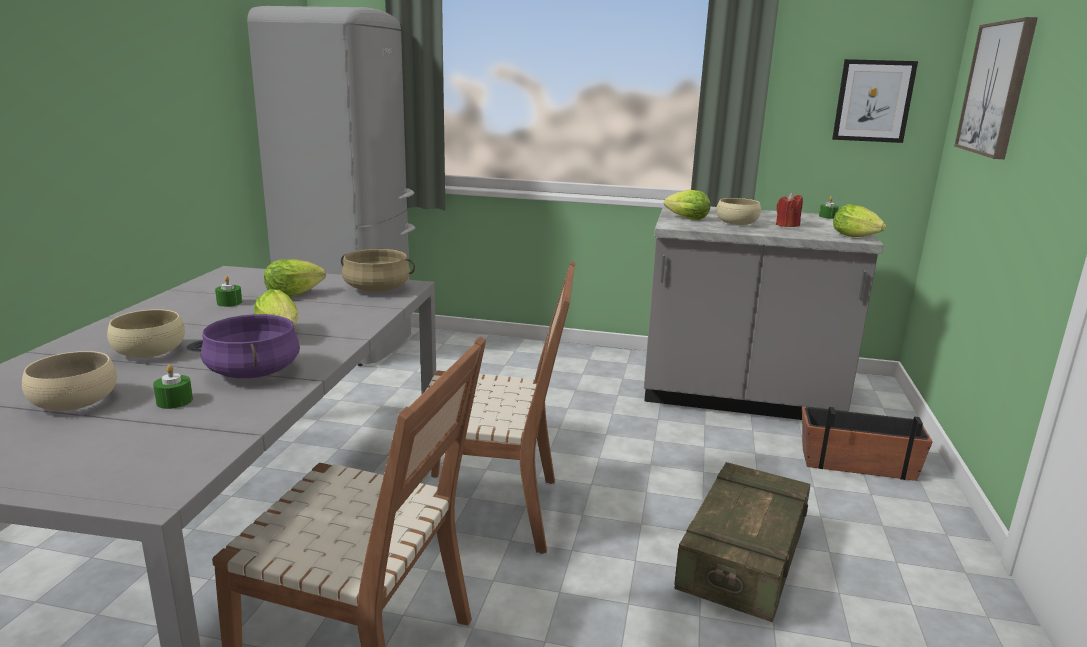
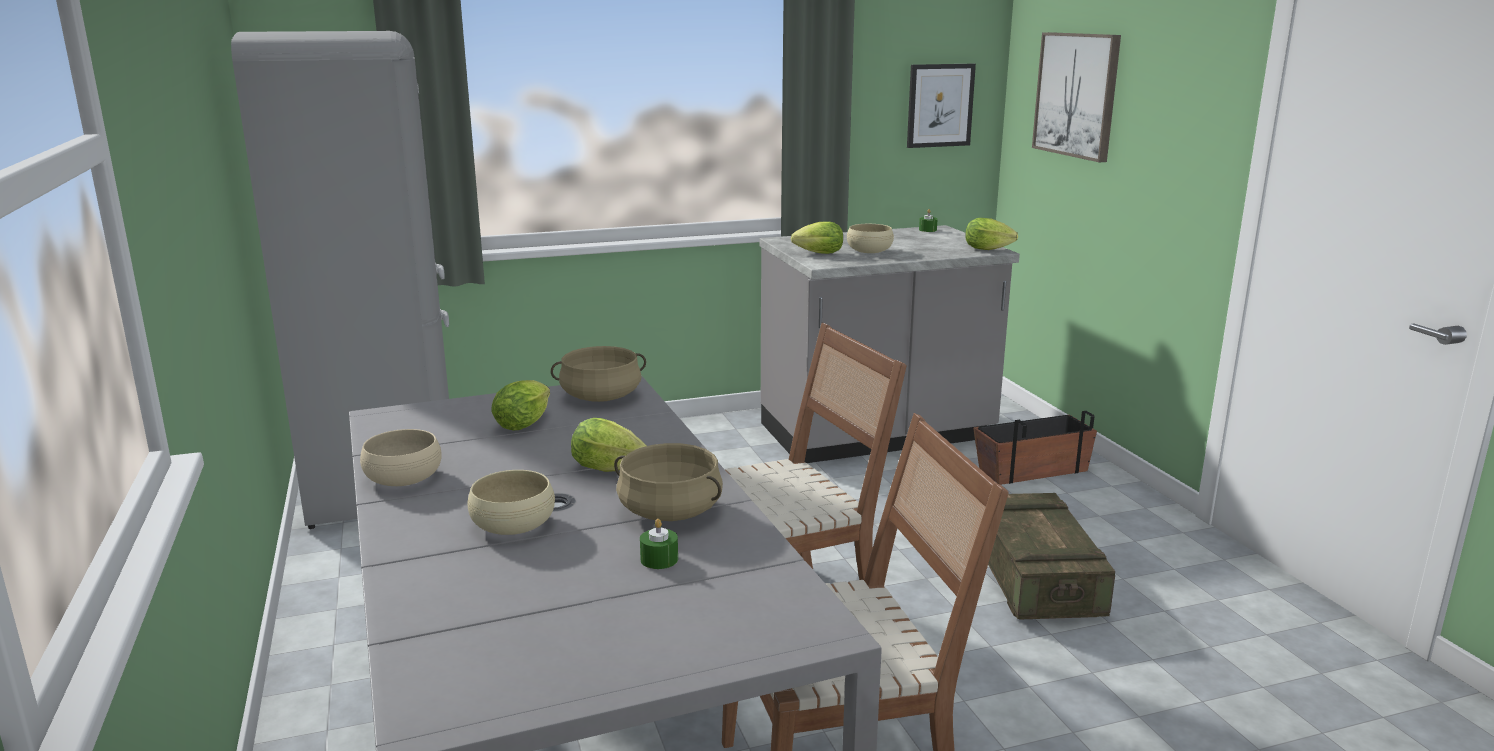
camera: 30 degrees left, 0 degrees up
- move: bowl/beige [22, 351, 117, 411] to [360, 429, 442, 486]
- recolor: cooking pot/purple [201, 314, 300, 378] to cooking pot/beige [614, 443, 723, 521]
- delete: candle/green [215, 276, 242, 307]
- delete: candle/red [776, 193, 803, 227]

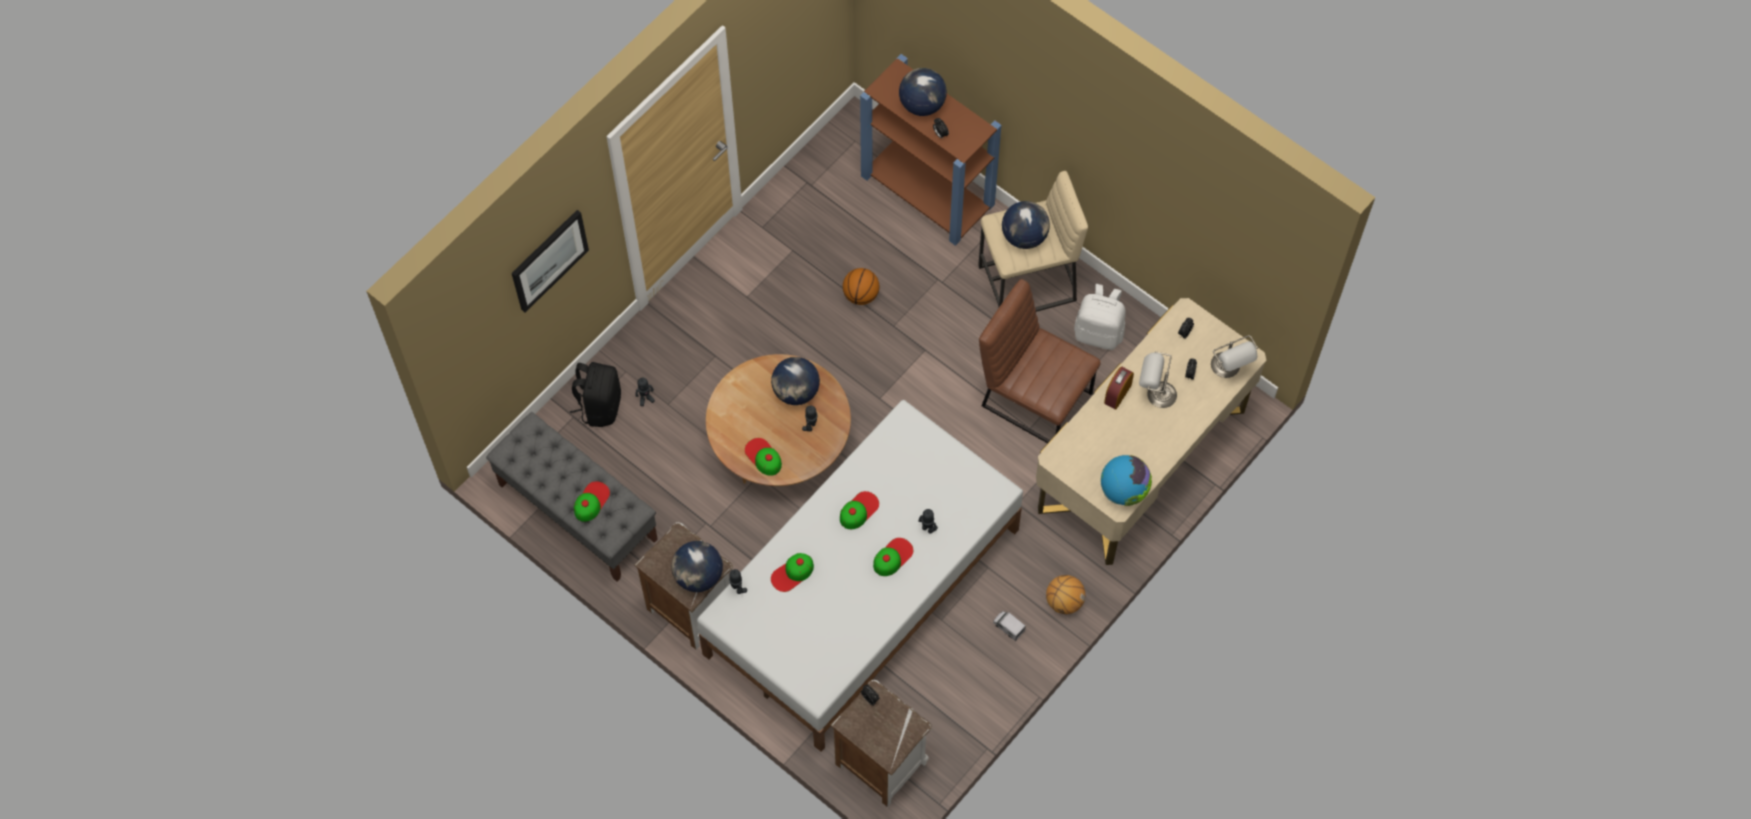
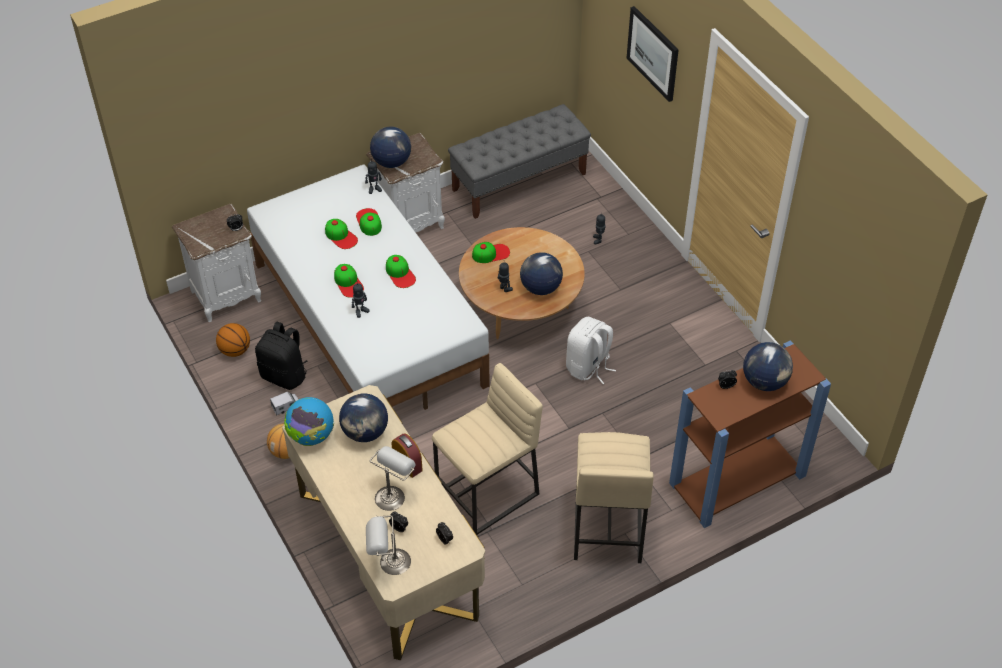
camera: 110 degrees right, 15 degrees down
- move: backpack/black [570, 362, 621, 427] to [255, 321, 307, 390]
- move: cap [574, 481, 610, 522] to [325, 219, 358, 249]
- move: basketball [843, 268, 879, 305] to [216, 323, 250, 357]
- replace: chair/brown [979, 279, 1101, 443] to stool/beige [432, 363, 543, 535]
- move: globe [1002, 201, 1050, 249] to [339, 394, 388, 442]
- move: backpack/white [1074, 284, 1126, 350] to [566, 317, 616, 384]

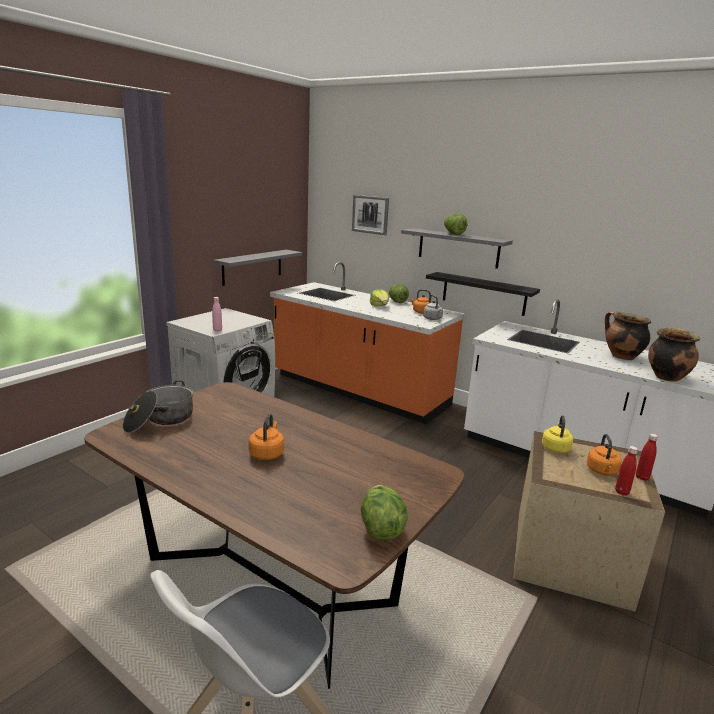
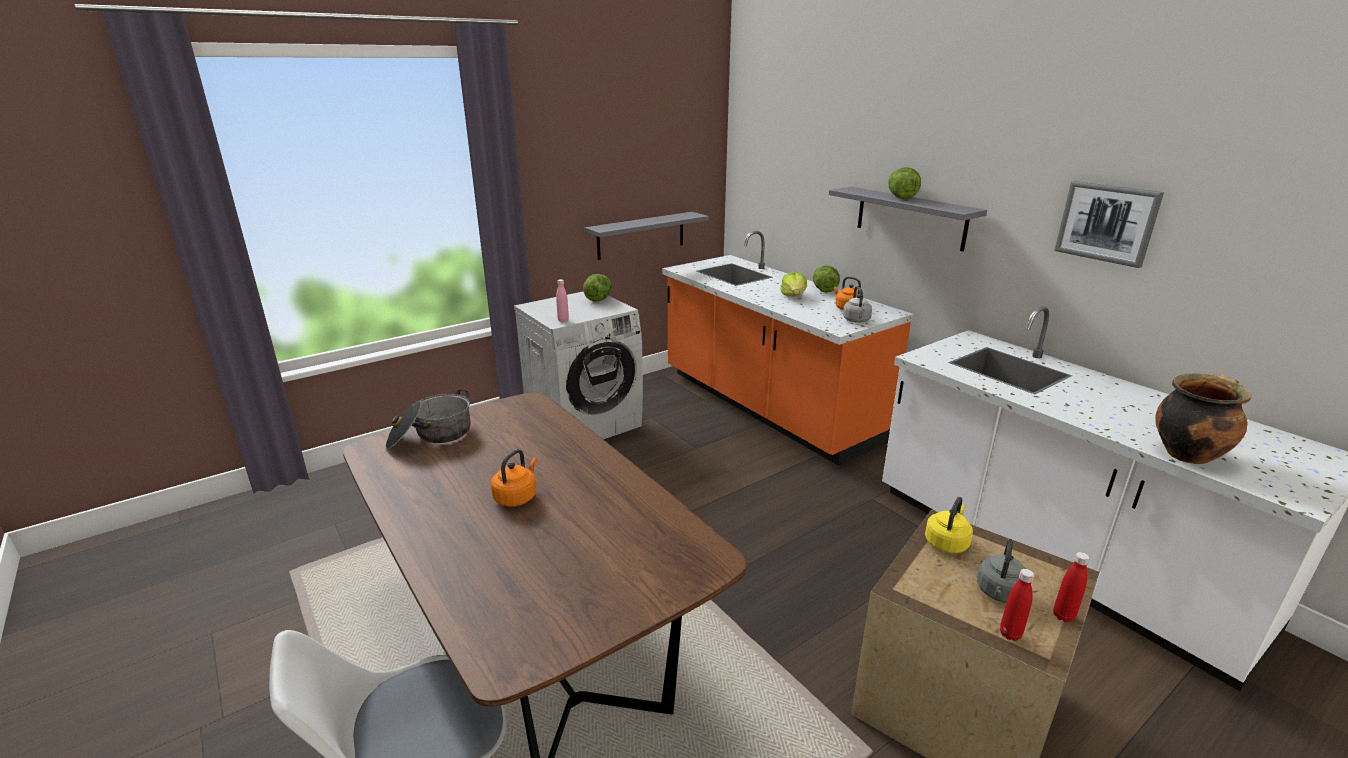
camera: 20 degrees right, 5 degrees up
- move: picture [352, 195, 389, 235] to [1054, 181, 1164, 268]
- move: lettuce [361, 485, 408, 541] to [583, 274, 612, 302]
- delete: shelf/black [426, 272, 540, 316]
- recolor: kettle/orange [587, 434, 622, 476] to kettle/grey [977, 539, 1026, 603]
- delete: cooking pot [605, 312, 651, 360]

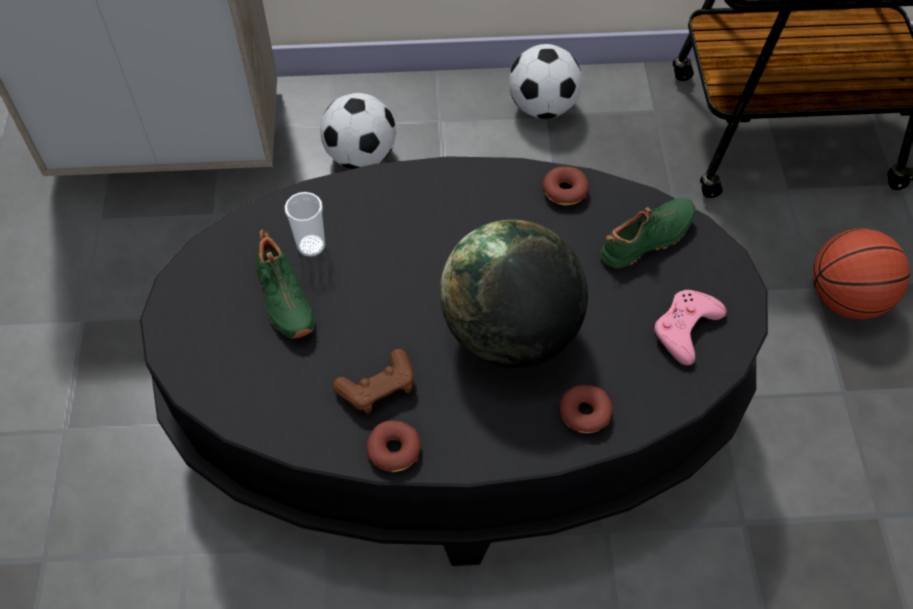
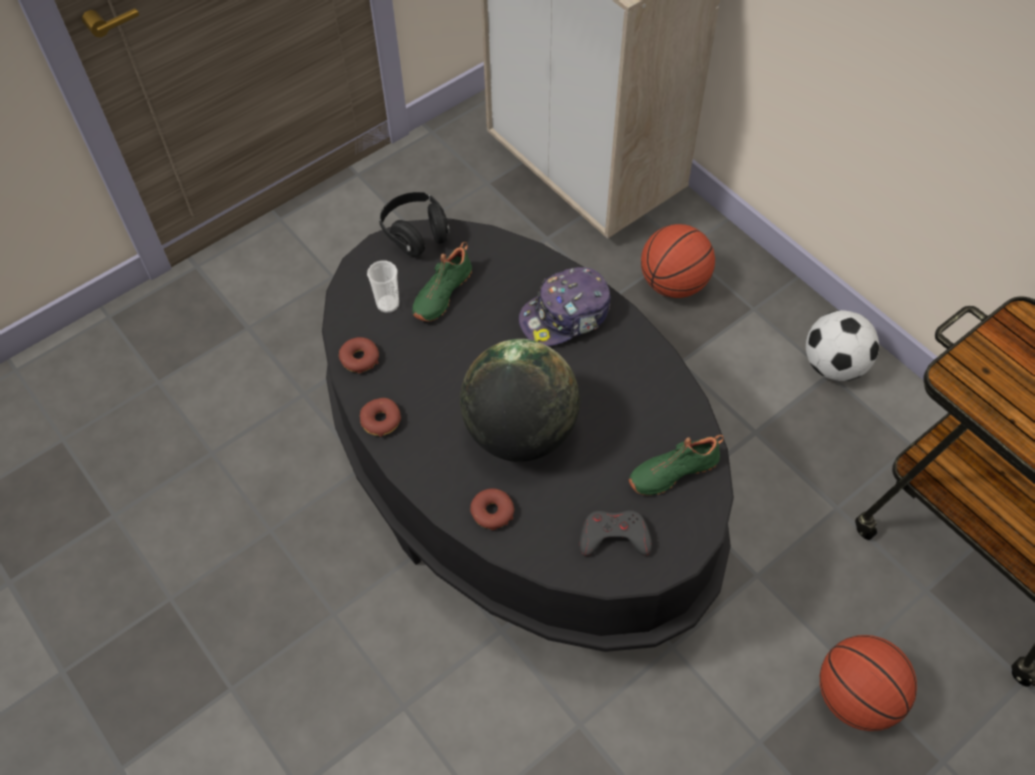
camera: 55 degrees right, 0 degrees up
- move: cup [285, 192, 325, 257] to [367, 261, 399, 313]
- replace: football [320, 93, 396, 169] to basketball [641, 224, 715, 298]
- delete: game controller/brown [333, 349, 414, 414]
- move: donut [542, 166, 589, 205] to [339, 337, 379, 373]
- rotate: shoe/green [600, 198, 696, 268] = [628, 435, 724, 496] 135 degrees clockwise
- recolor: game controller/pink [654, 290, 726, 365] to game controller/grey [579, 510, 652, 556]
- insert: headphones/black [379, 192, 450, 257]
- insert: cap [519, 267, 611, 346]

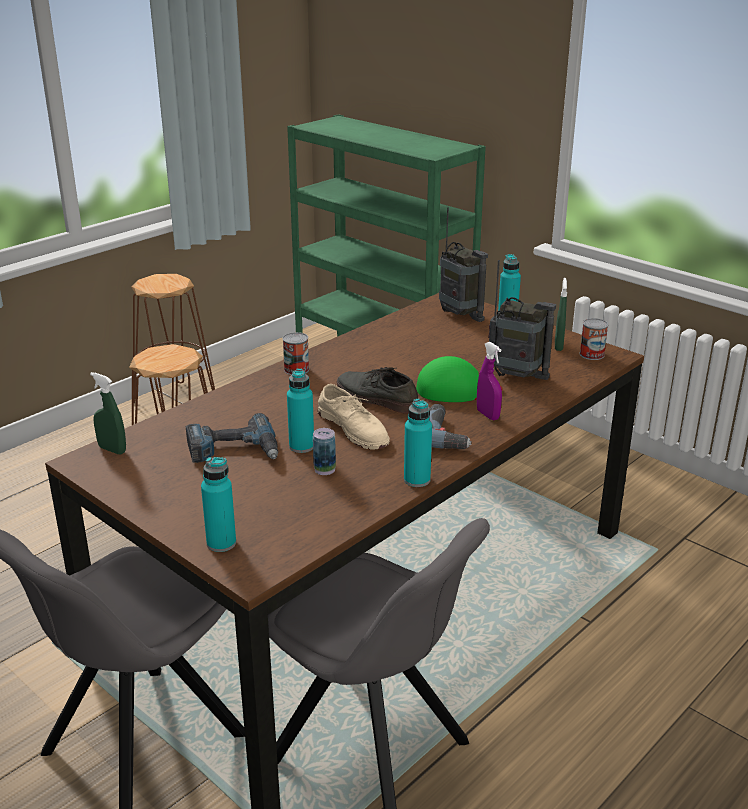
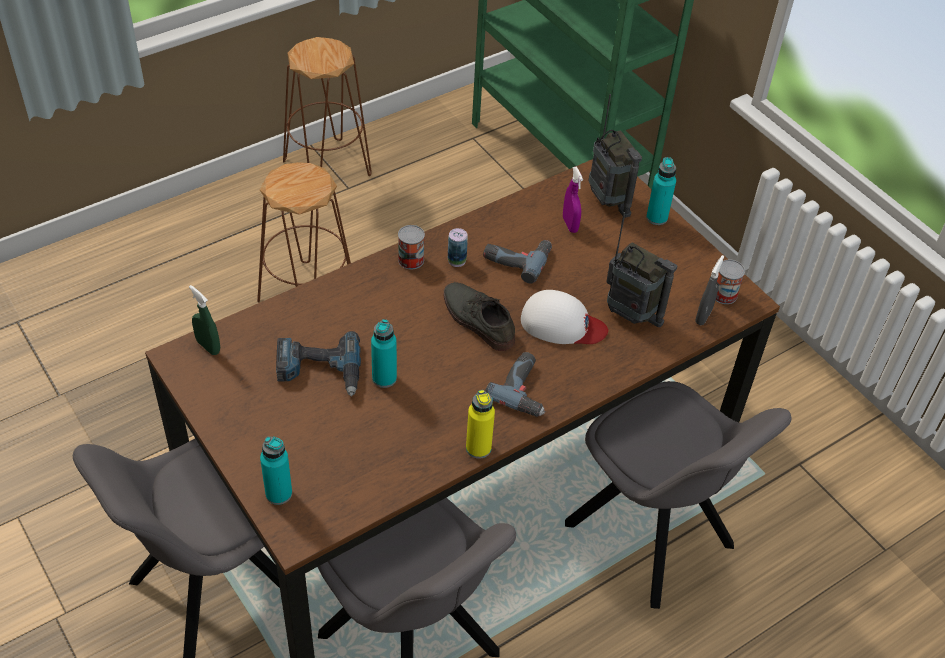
camera: 10 degrees right, 20 degrees up
- move: can [313, 428, 336, 475] to [448, 228, 468, 267]
- delete: shoe/beige [318, 384, 390, 450]
- recolor: bottle/turquoise [404, 399, 432, 487] to bottle/yellow [466, 390, 495, 459]
- recolor: cap/green [416, 356, 503, 402] to cap/white [521, 290, 608, 344]
- move: spray bottle/purple [477, 342, 502, 420] to [563, 167, 583, 233]
- delete: spray bottle/green [555, 278, 567, 351]
- insert: power drill [483, 240, 552, 284]
- insert: chair/grey [565, 381, 792, 609]
- insert: spray bottle/grey [695, 255, 724, 325]

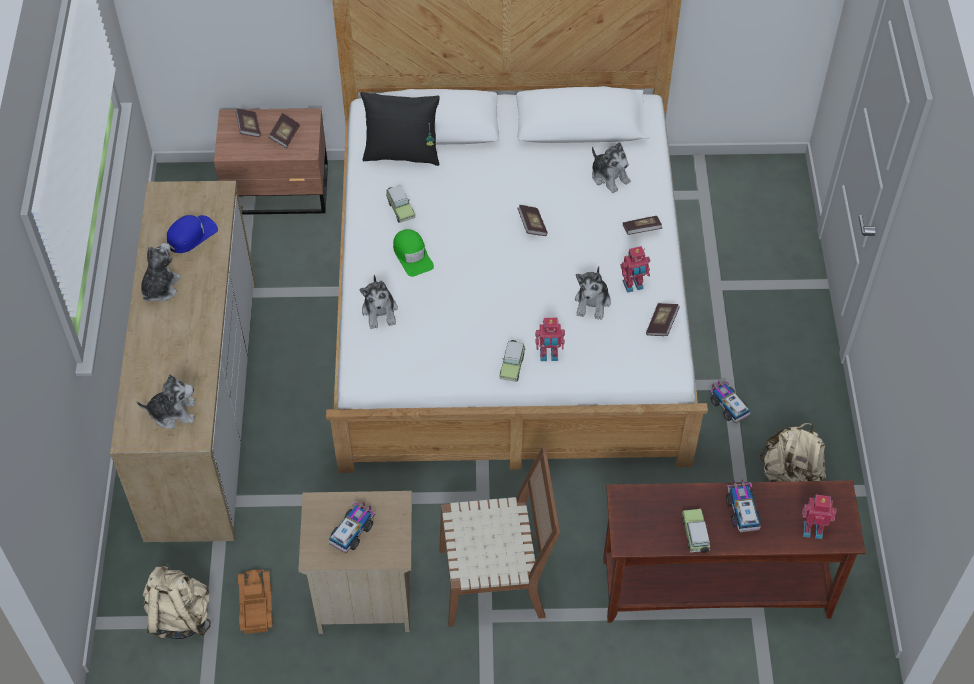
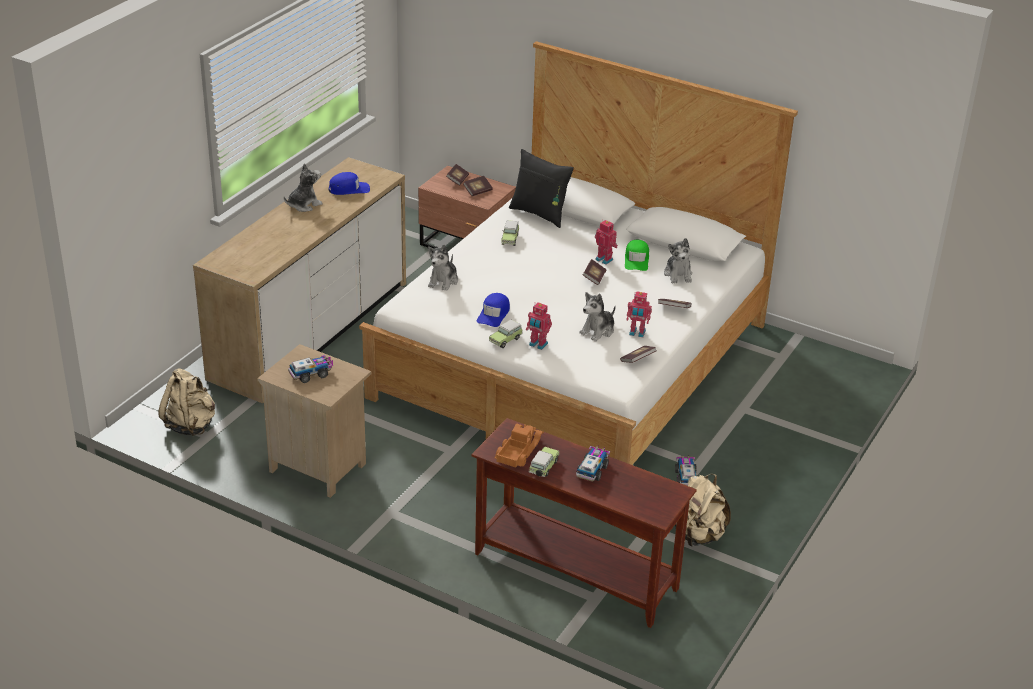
camera: 30 degrees right, 20 degrees down
- delete: plush toy [137, 375, 195, 429]
- move: toy truck [238, 570, 273, 634] to [495, 424, 544, 467]
- move: cap/green [393, 229, 434, 277] to [625, 240, 649, 271]
- delete: chair [439, 446, 560, 627]
- move: toy robot [802, 495, 836, 539] to [595, 220, 618, 265]
- insert: cap/blue [477, 293, 510, 327]

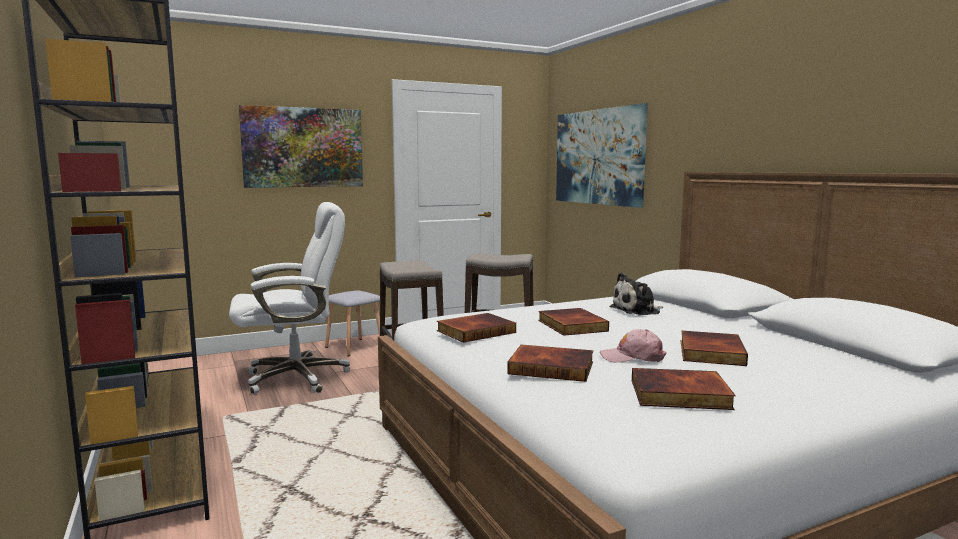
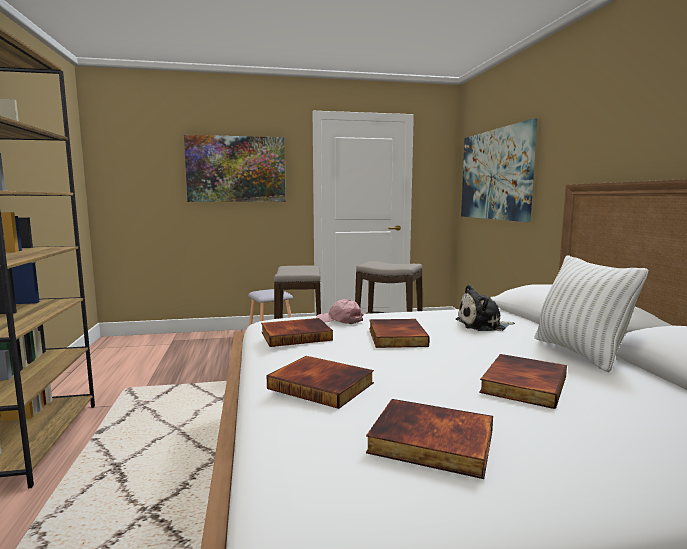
camera: 15 degrees right, 0 degrees up
- delete: office chair/white [229, 202, 350, 394]
- move: cap/pink [600, 329, 667, 363] to [316, 299, 364, 324]
- insert: pillow/white [534, 255, 648, 372]

